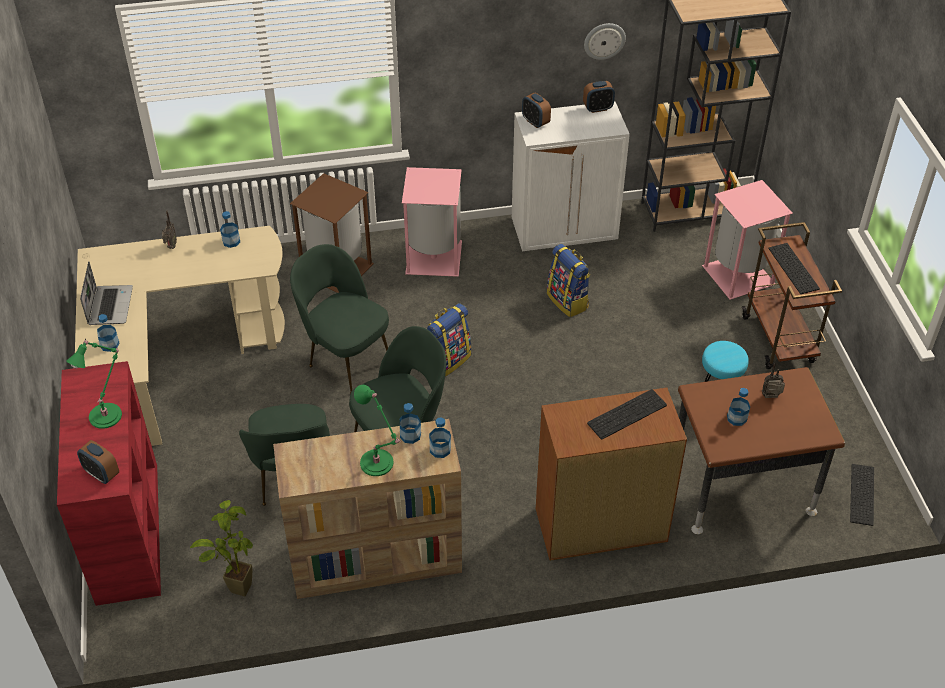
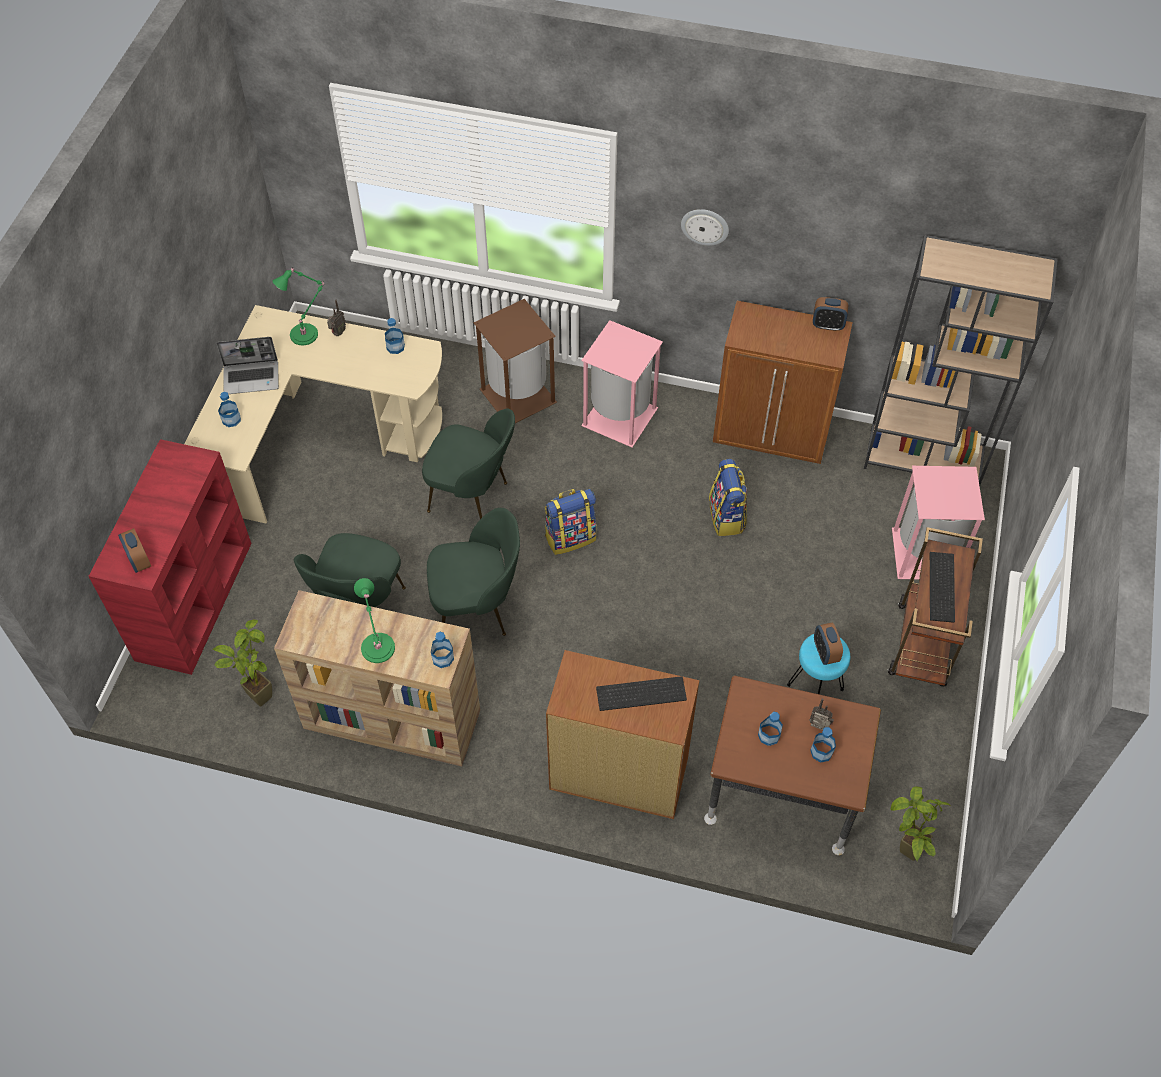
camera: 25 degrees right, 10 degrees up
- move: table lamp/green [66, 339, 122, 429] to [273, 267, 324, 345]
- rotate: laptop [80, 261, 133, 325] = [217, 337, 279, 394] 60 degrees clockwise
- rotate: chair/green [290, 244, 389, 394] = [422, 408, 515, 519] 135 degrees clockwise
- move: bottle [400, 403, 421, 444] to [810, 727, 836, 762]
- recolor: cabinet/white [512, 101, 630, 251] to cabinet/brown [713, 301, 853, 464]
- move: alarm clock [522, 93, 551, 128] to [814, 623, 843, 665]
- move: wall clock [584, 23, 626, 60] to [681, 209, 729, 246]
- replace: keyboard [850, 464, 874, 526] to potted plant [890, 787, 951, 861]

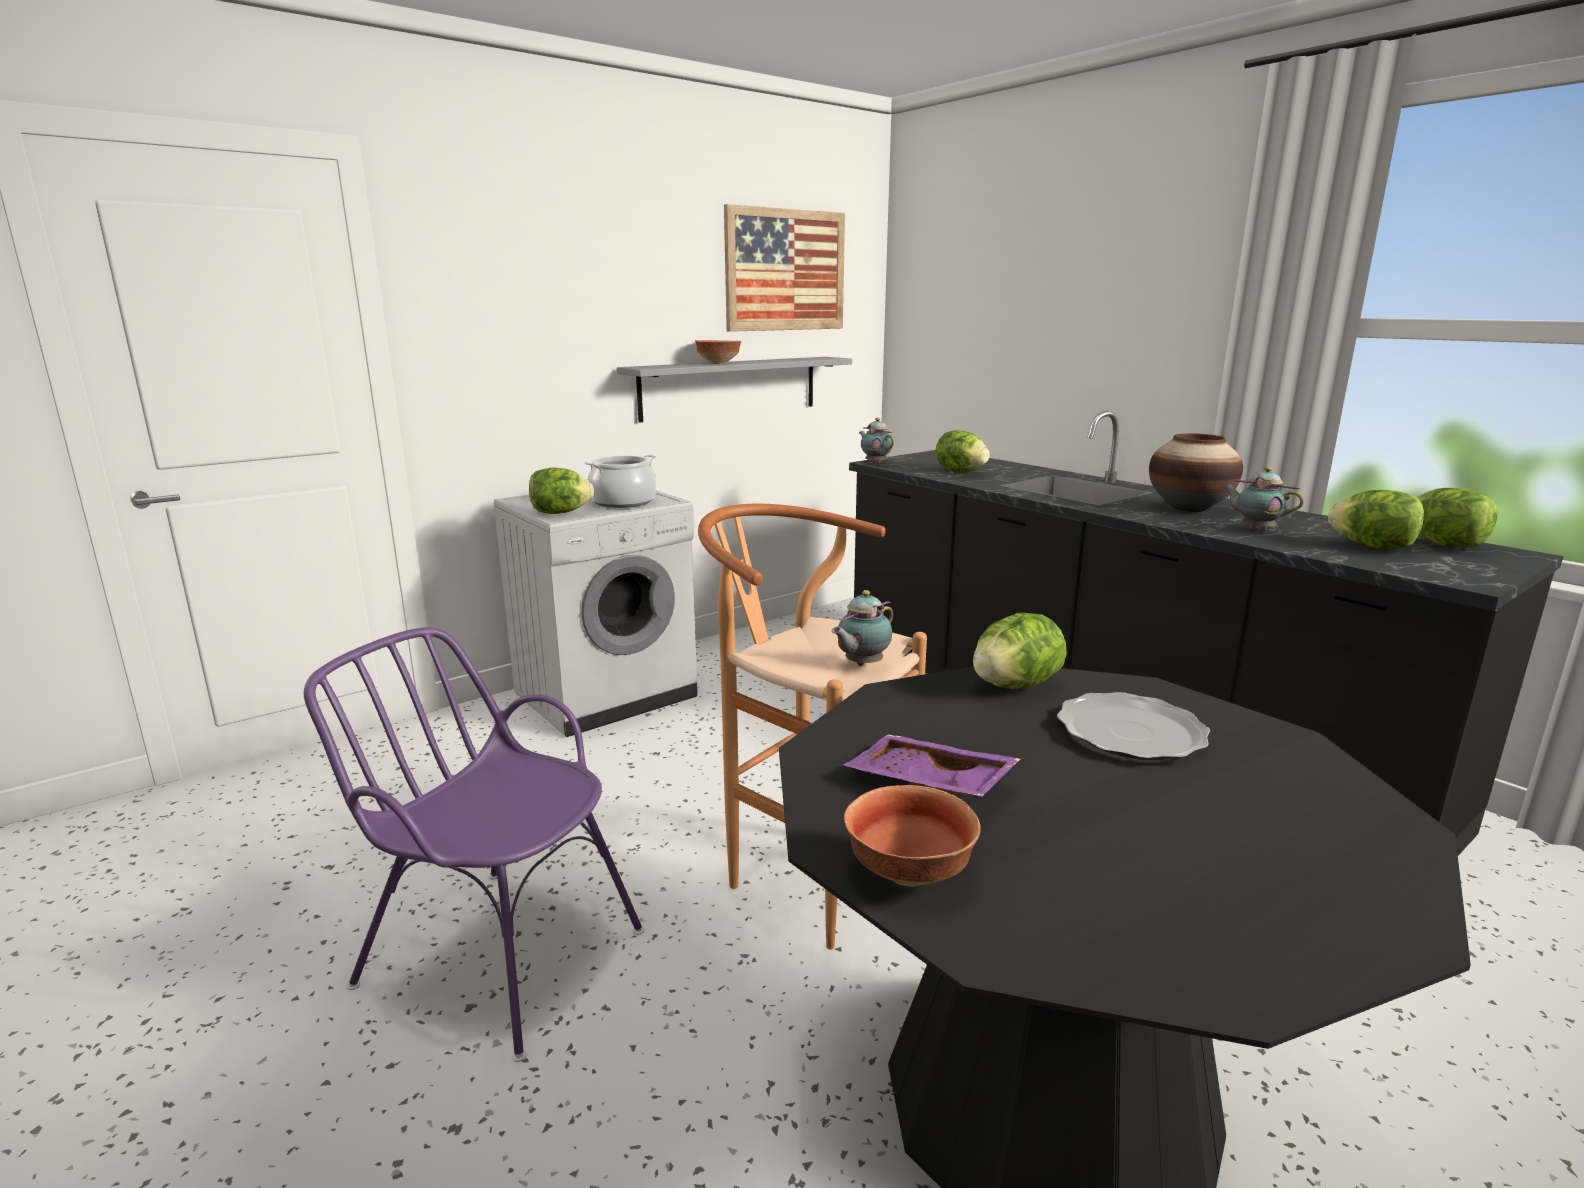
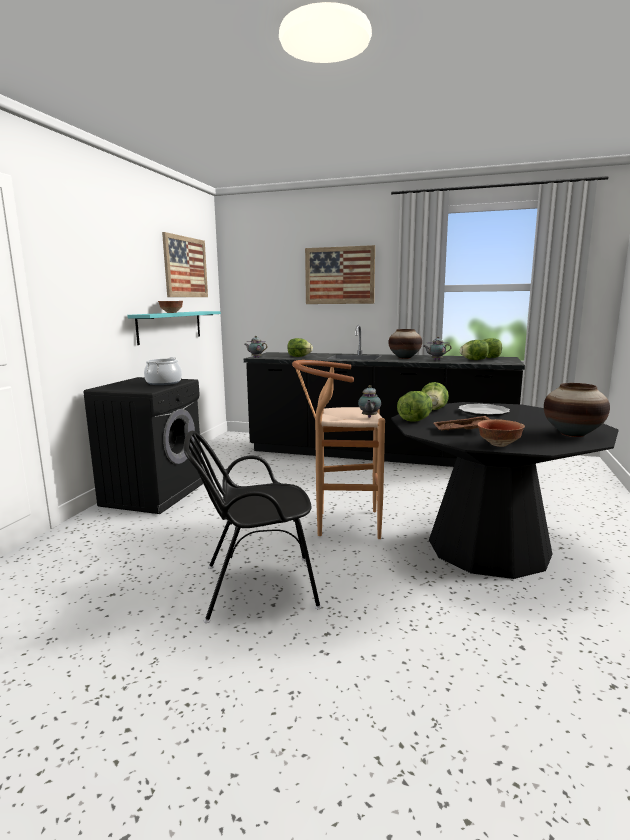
camera: 35 degrees left, 5 degrees down
- recolor: chair/purple [304, 627, 644, 1062] to chair/black [184, 431, 321, 623]
- recolor: washing machine/white [494, 491, 698, 737] to washing machine/black [83, 377, 203, 514]
- move: lettuce [529, 467, 594, 514] to [397, 391, 433, 422]
- recolor: shelf/grey [617, 357, 852, 423] to shelf/turquoise [127, 311, 221, 345]
- recolor: tray/purple [843, 735, 1021, 797] to tray/brown [434, 416, 491, 431]
- insert: picture [305, 245, 375, 304]
- insert: vase [544, 383, 610, 437]

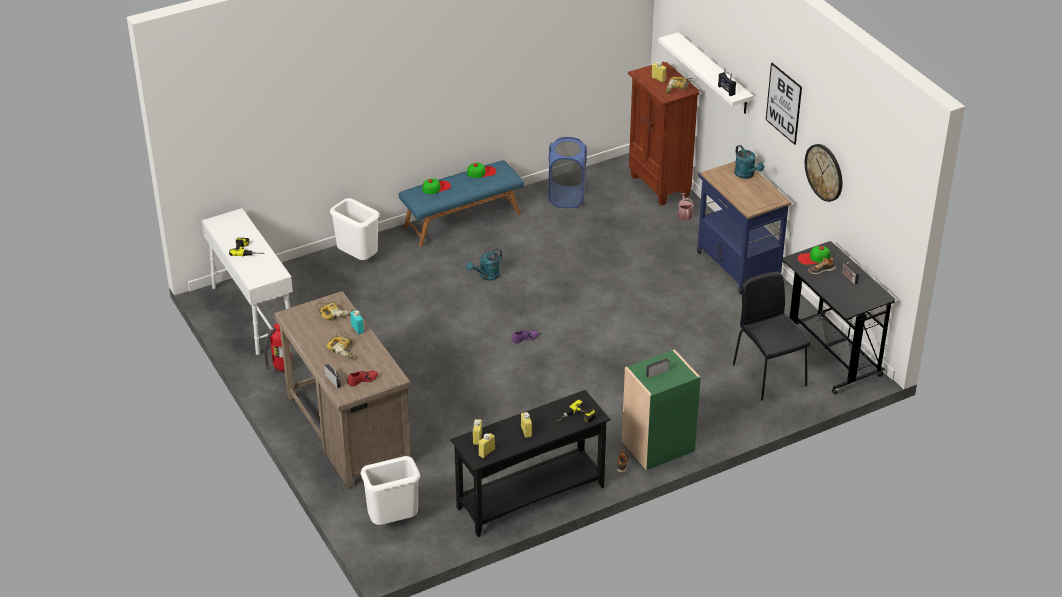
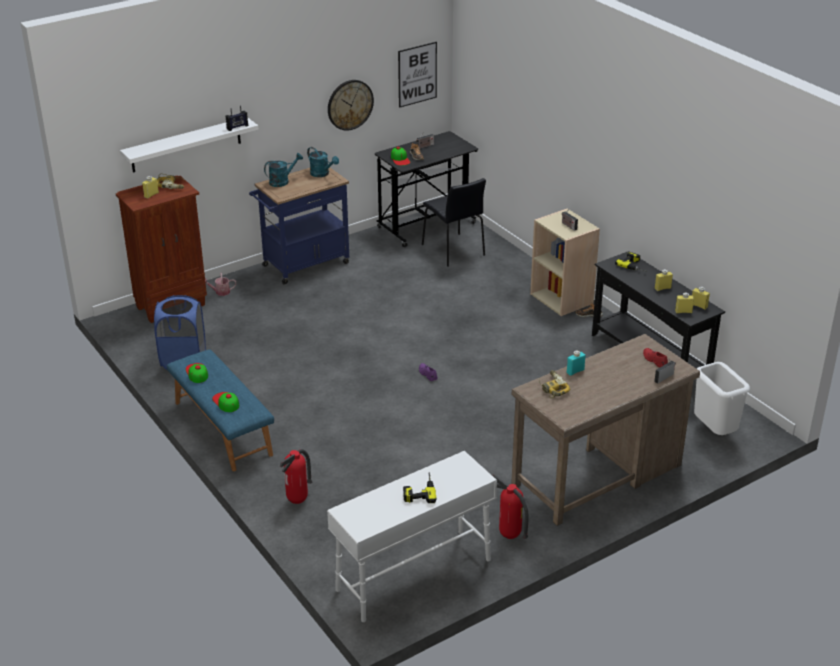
camera: 95 degrees left, 5 degrees down
- delete: power drill [327, 331, 359, 359]
- replace: trash can/white [330, 198, 380, 260] to fire extinguisher [280, 449, 313, 504]
- move: watering can/turquoise [466, 248, 502, 281] to [307, 147, 339, 177]
- recolor: bookcase/green [622, 349, 701, 470] to bookcase/beige [530, 209, 600, 316]
- rotate: chair/black [733, 272, 811, 401] = [422, 178, 486, 267] 90 degrees counterclockwise
- move: picture [766, 63, 802, 145] to [398, 42, 437, 108]

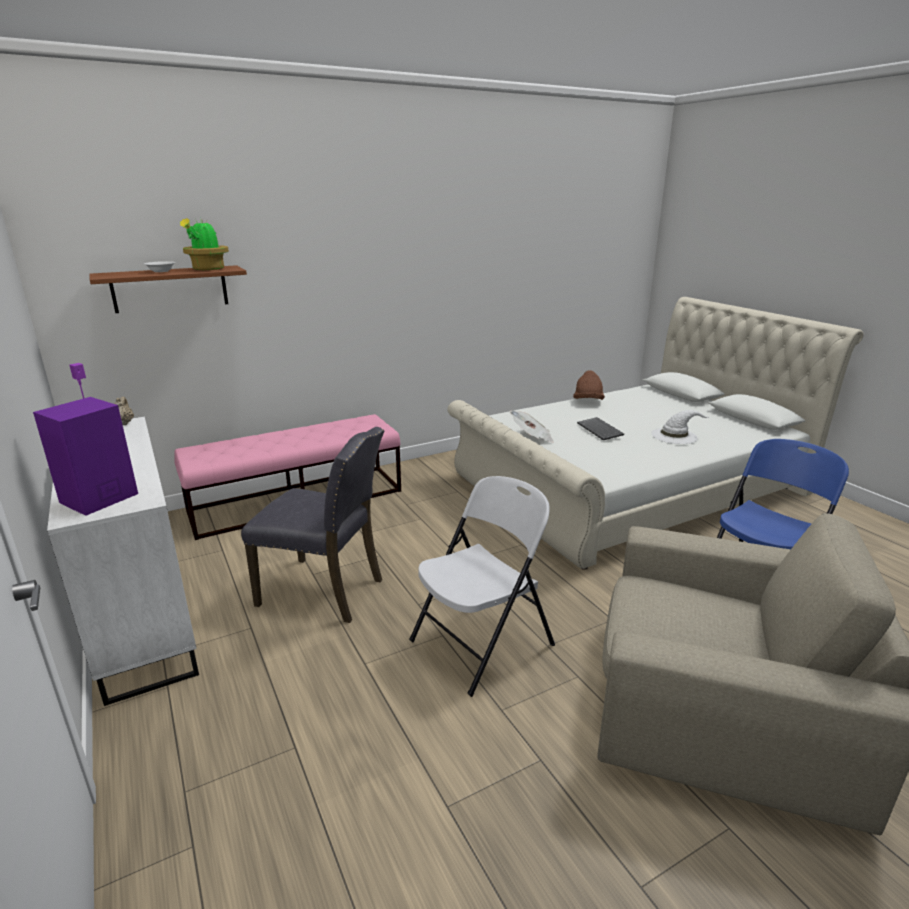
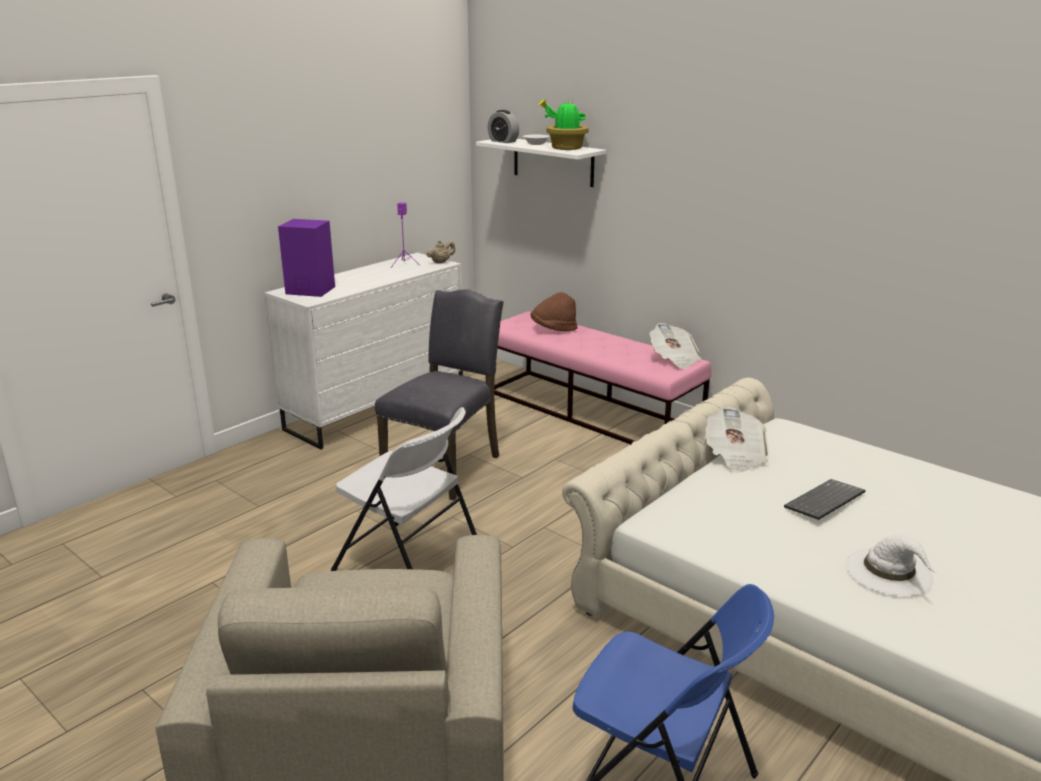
camera: 70 degrees right, 0 degrees up
- recolor: shelf/brown [90, 265, 247, 313] to shelf/white [476, 139, 606, 187]
- rotate: chair/grey [241, 427, 384, 623] = [375, 289, 504, 501] 150 degrees counterclockwise
- move: hat/brown [573, 371, 605, 400] to [531, 292, 578, 331]
- insert: alarm clock [488, 110, 519, 143]
- insert: newspaper [649, 323, 701, 369]

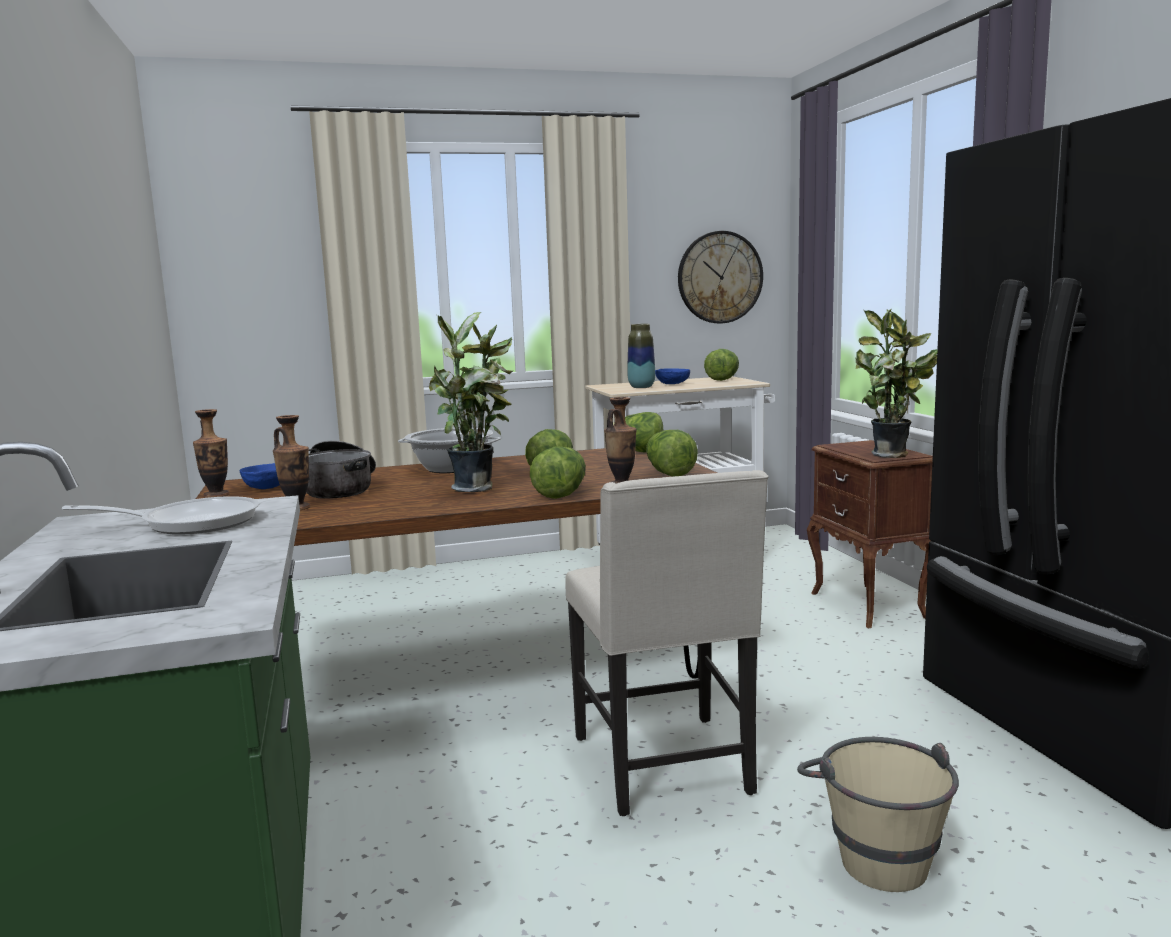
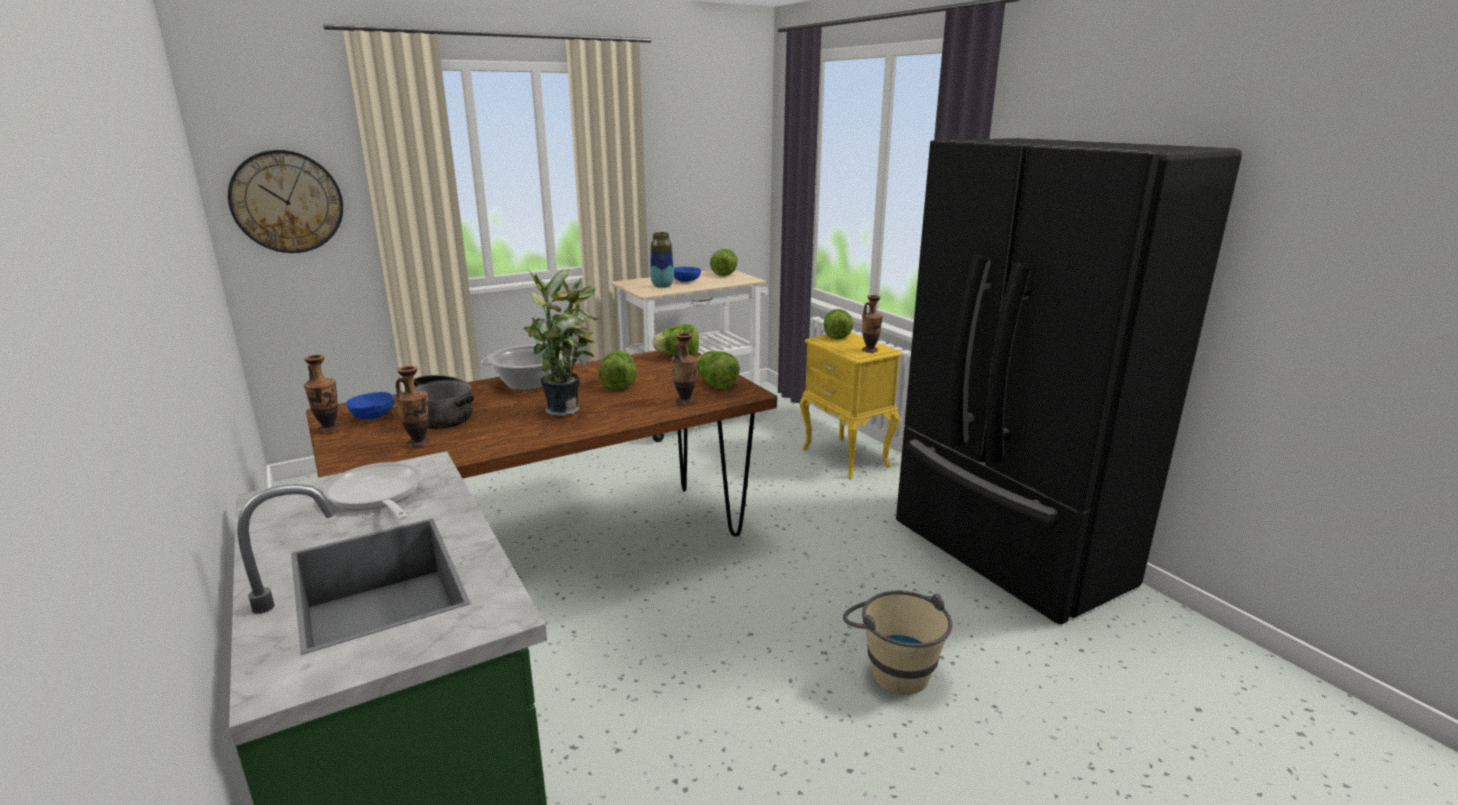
camera: 15 degrees left, 10 degrees up
- rotate: frying pan [62, 496, 260, 535] = [323, 462, 422, 520] 105 degrees counterclockwise
- move: lettuce [530, 446, 586, 499] to [824, 309, 854, 340]
- delete: chair/beige [565, 470, 768, 816]
- move: wall clock [678, 231, 763, 323] to [228, 150, 343, 253]
- recolor: nightstand/brown [807, 440, 933, 628] to nightstand/yellow [800, 333, 902, 479]
- replace: potted plant [855, 309, 937, 458] to vase [862, 295, 883, 353]

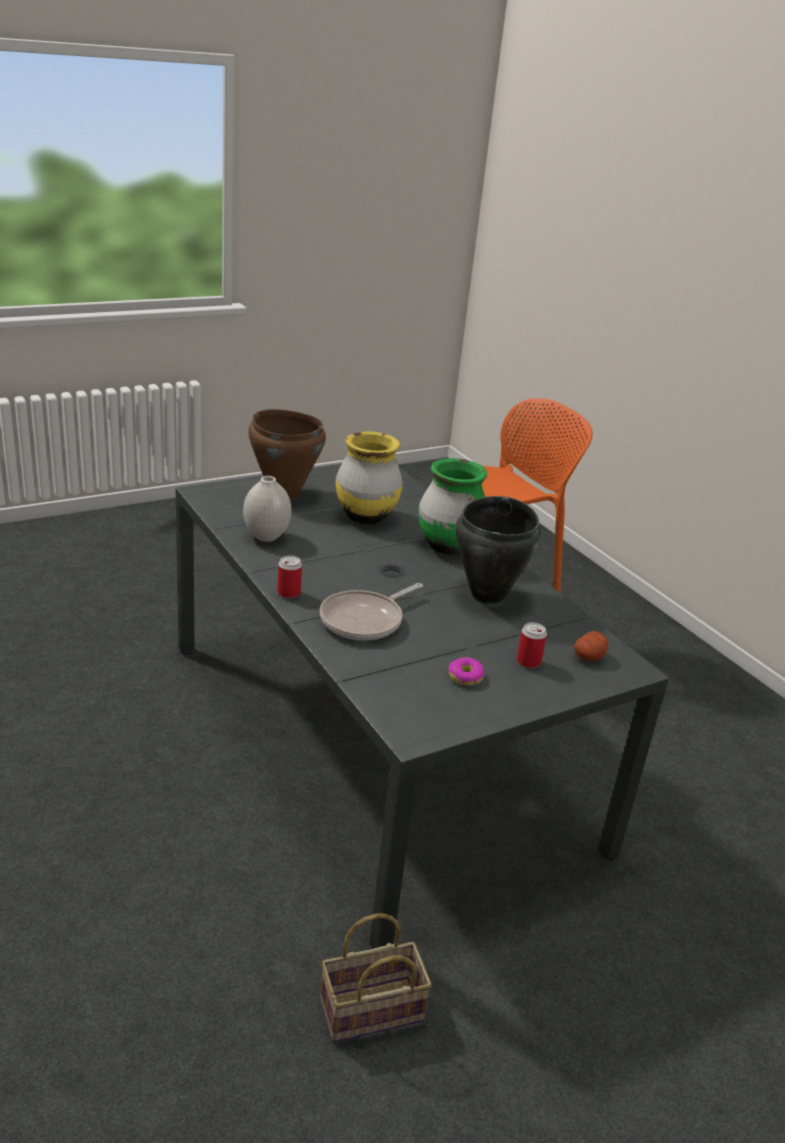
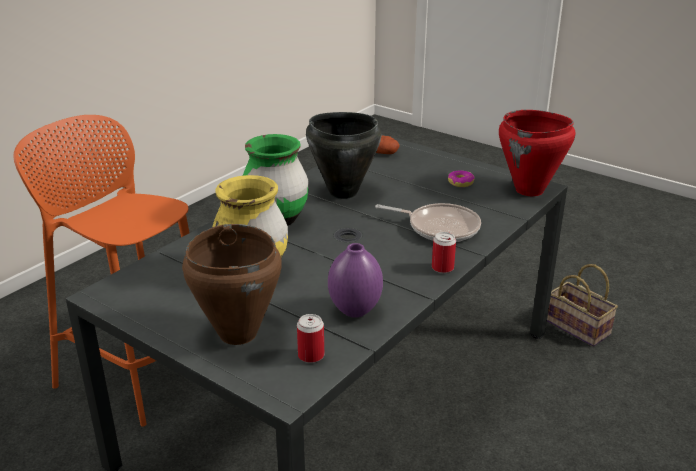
camera: 110 degrees left, 0 degrees up
- recolor: vase/white [243, 476, 291, 542] to vase/purple [328, 243, 383, 318]
- move: can [516, 622, 547, 668] to [297, 314, 324, 363]
- insert: cooking pot/red [499, 110, 576, 196]

